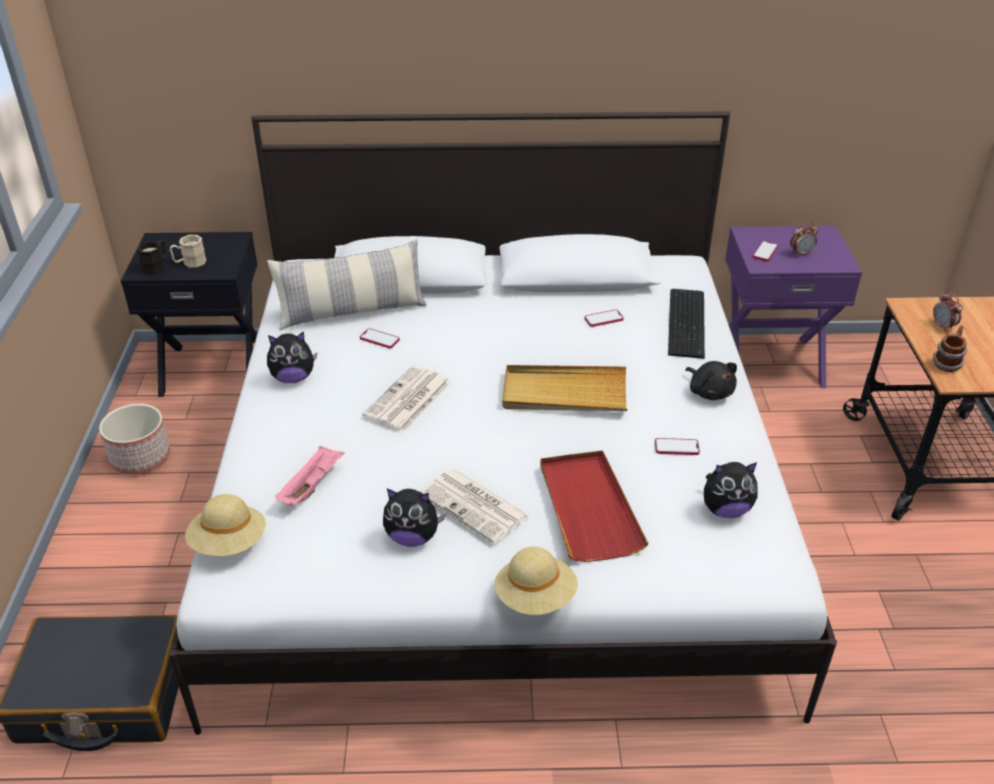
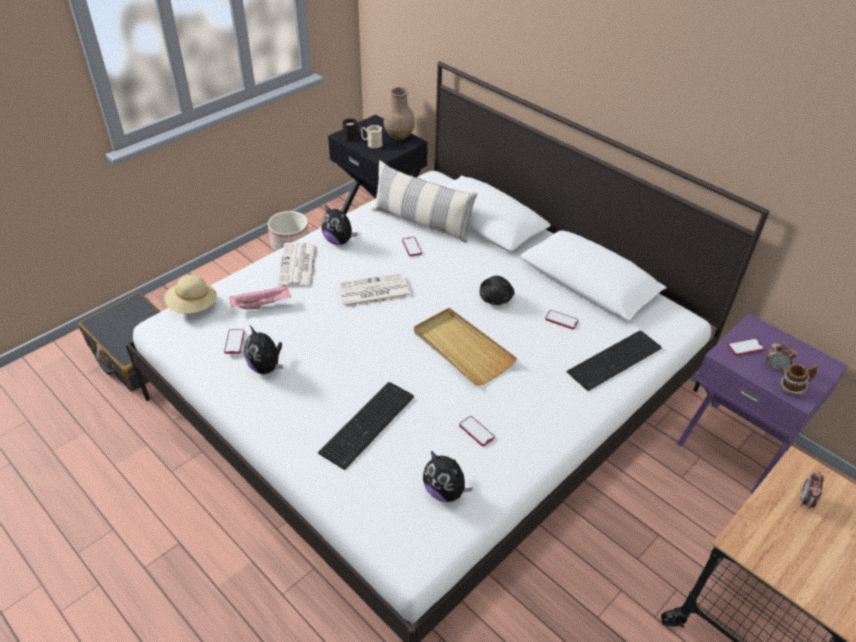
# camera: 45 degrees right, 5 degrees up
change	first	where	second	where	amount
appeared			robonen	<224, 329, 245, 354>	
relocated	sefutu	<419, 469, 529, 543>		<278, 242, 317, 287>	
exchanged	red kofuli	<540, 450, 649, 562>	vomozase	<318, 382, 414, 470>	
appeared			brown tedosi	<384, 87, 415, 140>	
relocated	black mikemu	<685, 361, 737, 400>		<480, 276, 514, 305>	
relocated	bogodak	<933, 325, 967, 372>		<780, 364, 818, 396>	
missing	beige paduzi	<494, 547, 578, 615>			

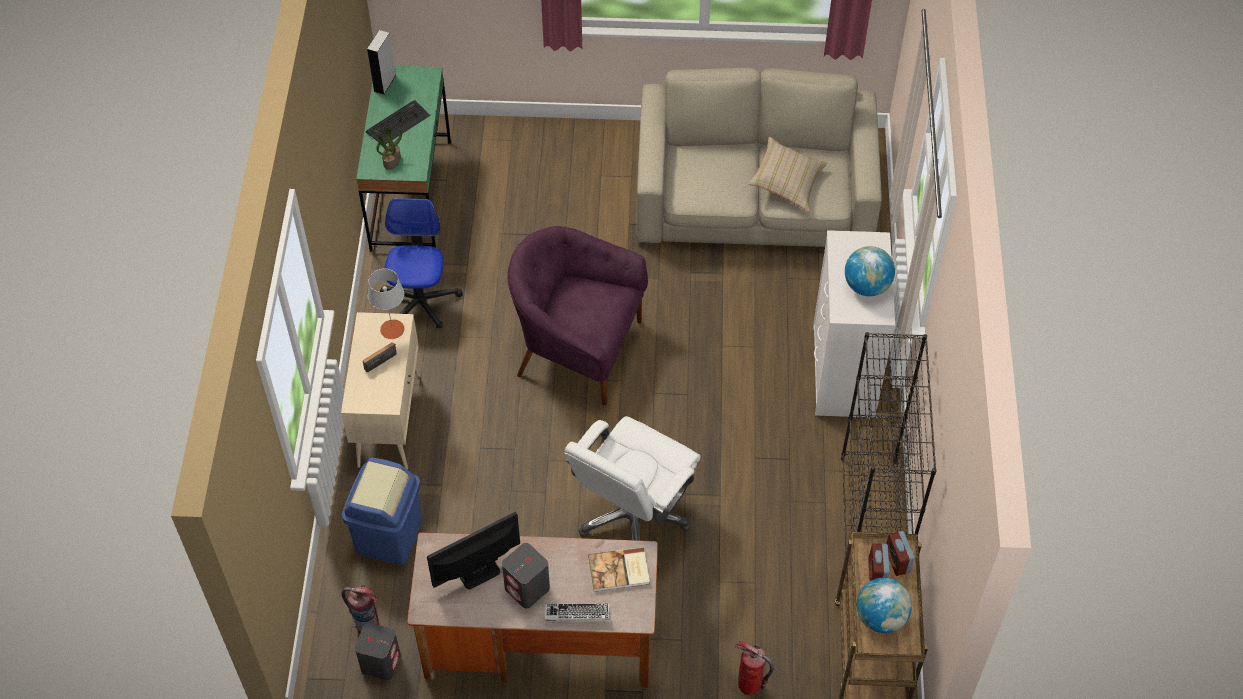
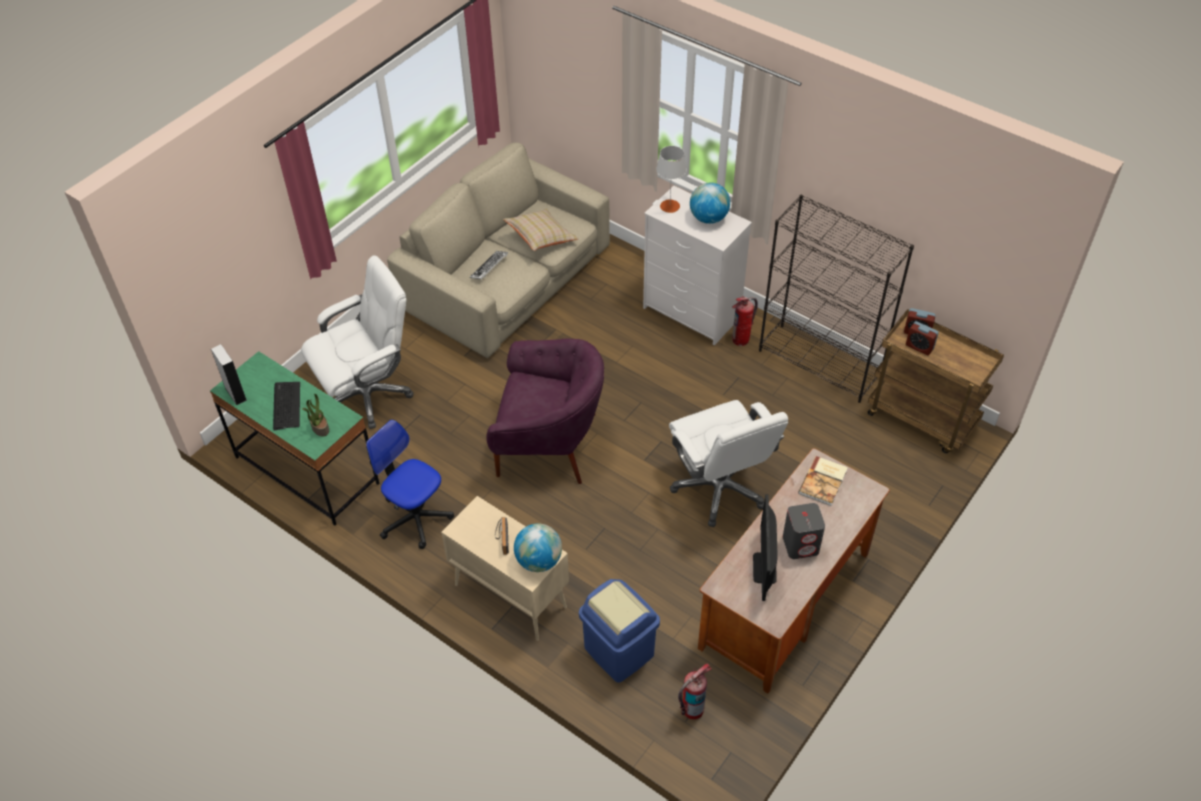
# camera: 55 degrees left, 5 degrees down
change	first	where	second	where	amount
appeared			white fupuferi	<301, 255, 414, 429>	
relocated	vomozase	<545, 603, 609, 623>		<470, 251, 508, 279>	
spun	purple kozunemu	<507, 226, 648, 406>		<486, 339, 604, 484>	135 degrees counterclockwise
relocated	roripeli	<857, 578, 912, 633>		<514, 524, 562, 572>	
relocated	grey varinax	<368, 269, 404, 339>		<656, 146, 687, 213>	
relocated	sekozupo	<734, 641, 774, 695>		<732, 296, 758, 346>	
missing	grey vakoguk	<355, 623, 401, 680>			

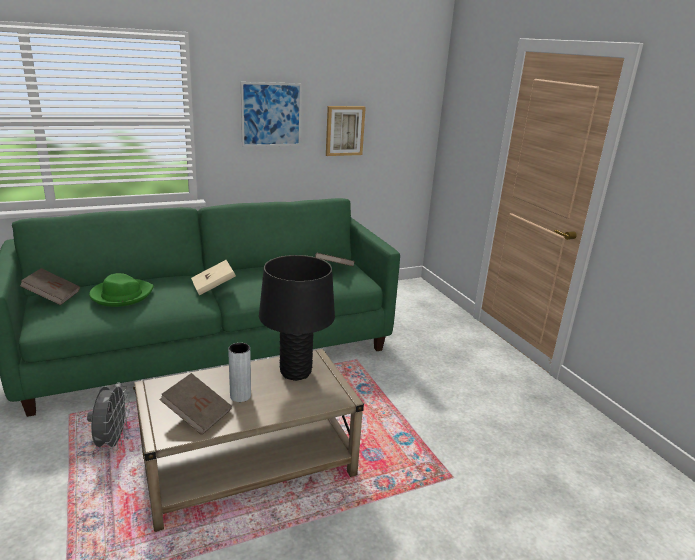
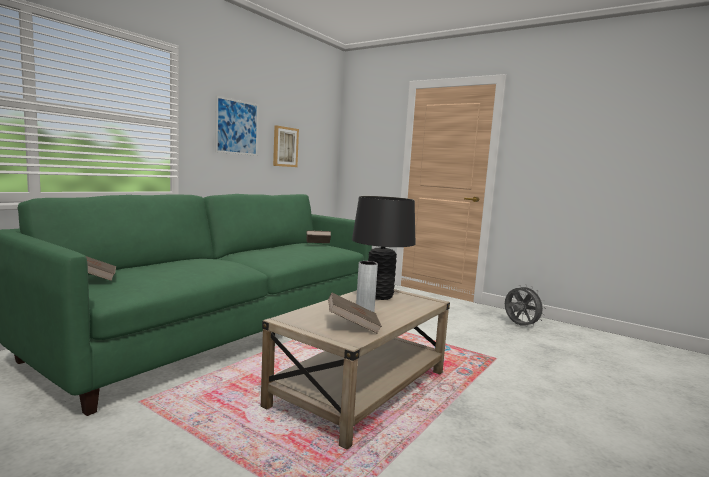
# camera: 30 degrees left, 15 degrees down
change	first	where	second	where	amount
relocated	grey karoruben	<87, 383, 130, 451>		<505, 284, 546, 327>	
missing	green paduzi	<89, 273, 154, 307>			
missing	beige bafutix	<191, 260, 236, 295>			

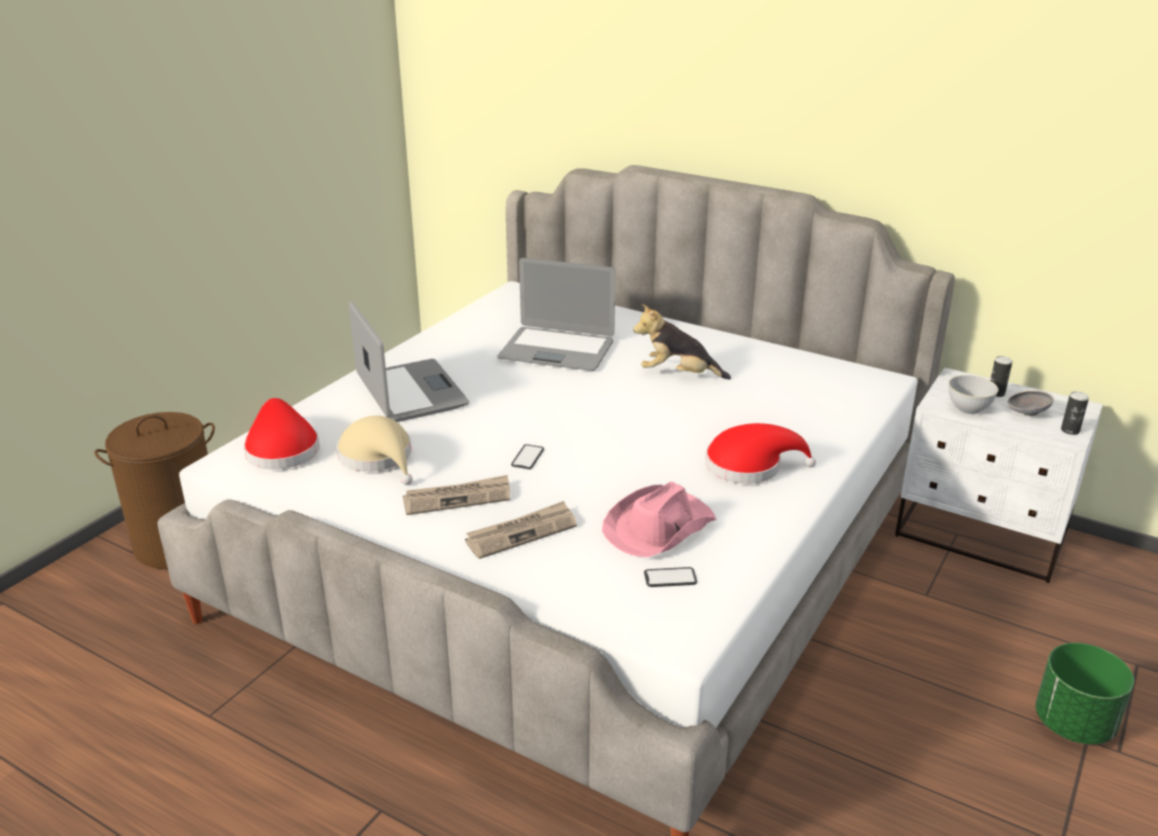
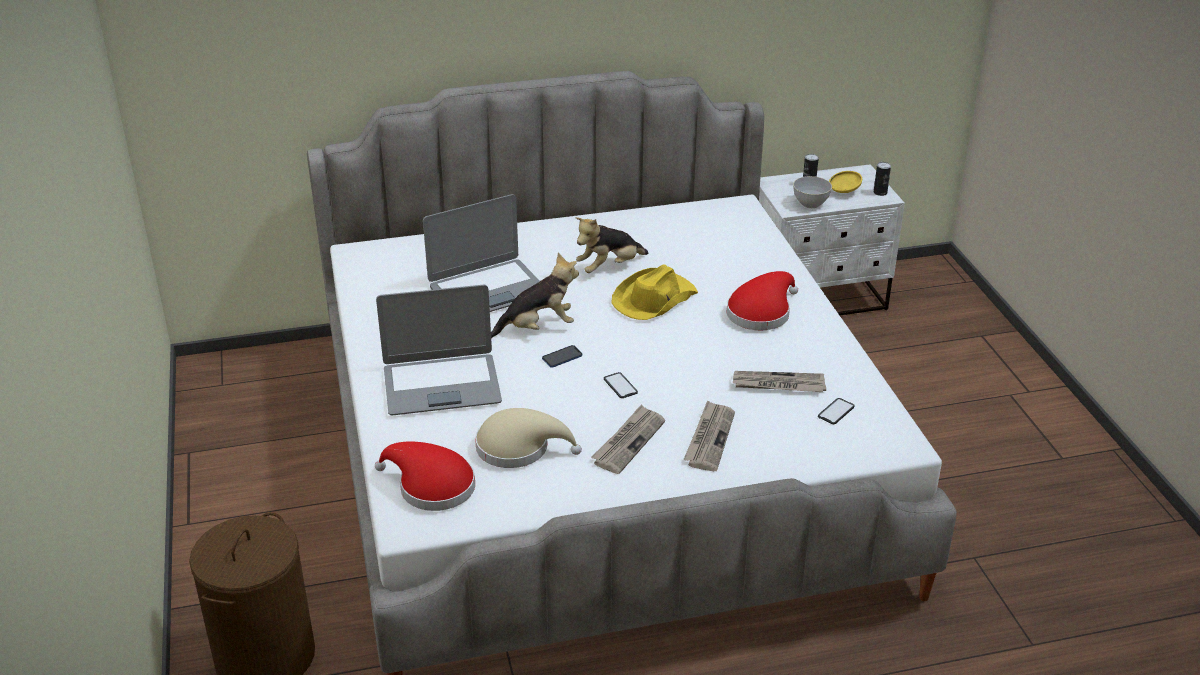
# camera: 45 degrees left, 5 degrees up
change	first	where	second	where	amount
spun	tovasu	<349, 301, 469, 422>		<376, 285, 502, 415>	150 degrees clockwise
appeared			mikemu	<491, 253, 579, 338>	
appeared			robonen	<542, 345, 582, 368>	
appeared			yellow paduzi	<611, 264, 698, 320>	
exchanged	pink paduzi	<602, 482, 716, 557>	sefutu	<733, 371, 826, 392>	
colour	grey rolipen	<1008, 391, 1054, 416>	yellow rolipen	<829, 171, 862, 193>	
missing	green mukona	<1036, 643, 1134, 745>			

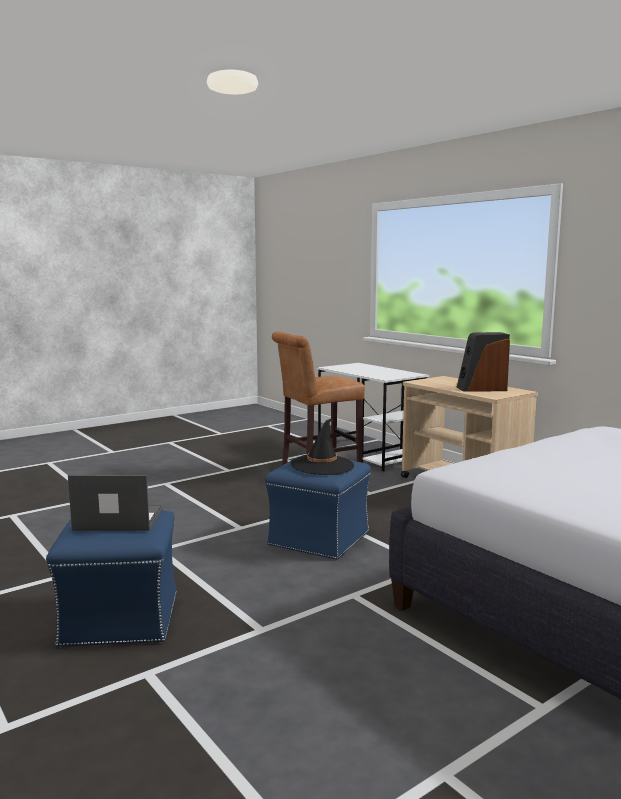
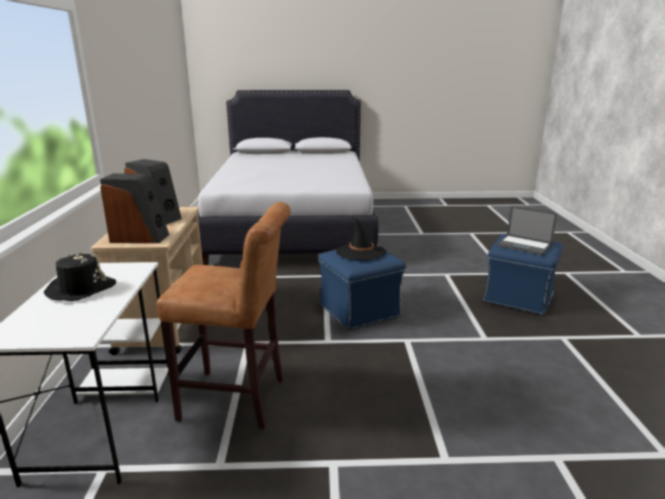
# camera: 145 degrees left, 10 degrees up
change	first	where	second	where	amount
appeared			black paduzi	<44, 252, 116, 301>	
appeared			vakoguk	<100, 173, 169, 243>	

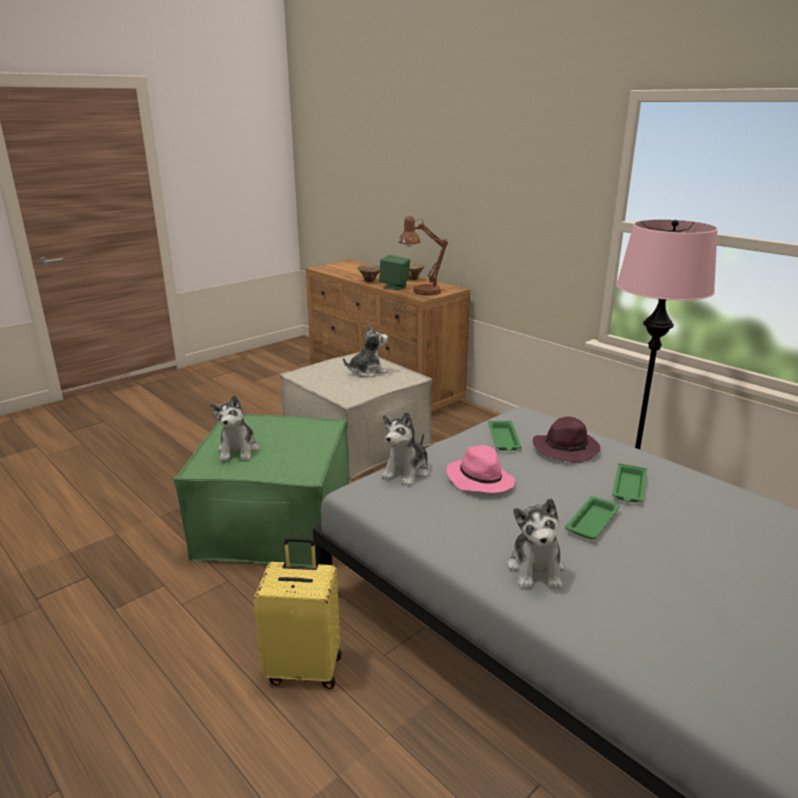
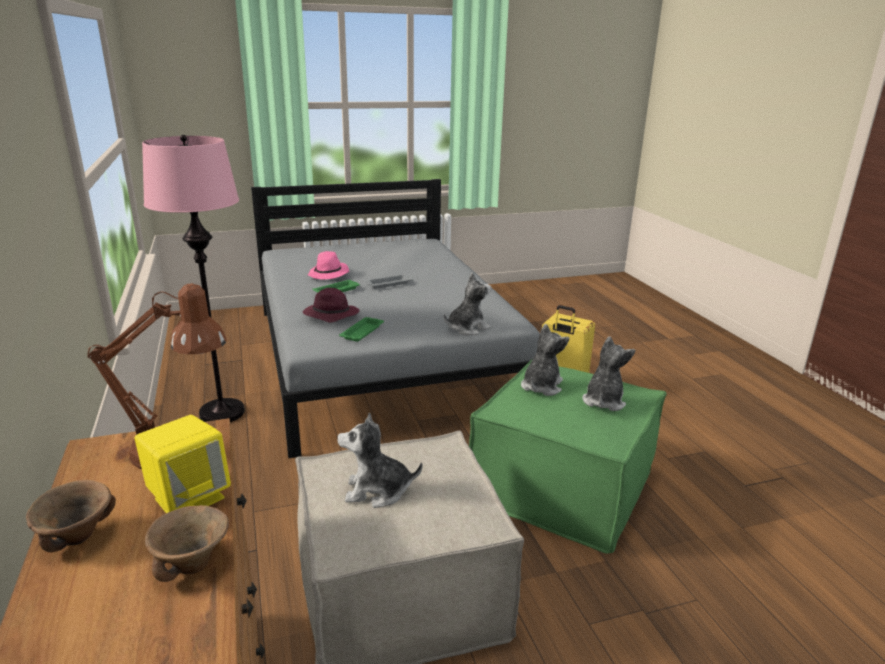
# camera: 155 degrees left, 0 degrees up
change	first	where	second	where	amount
colour	green vakoguk	<379, 255, 410, 290>	yellow vakoguk	<134, 415, 231, 513>	
relocated	pink paduzi	<446, 445, 515, 493>		<308, 251, 350, 280>	
colour	green kofuli	<565, 496, 620, 539>	grey kofuli	<366, 274, 413, 289>	
relocated	mikemu	<508, 498, 564, 589>		<521, 324, 569, 396>	

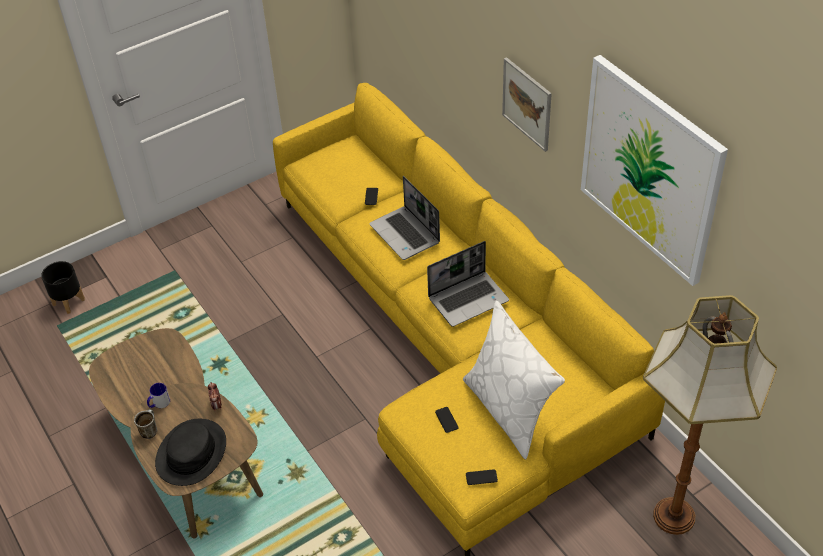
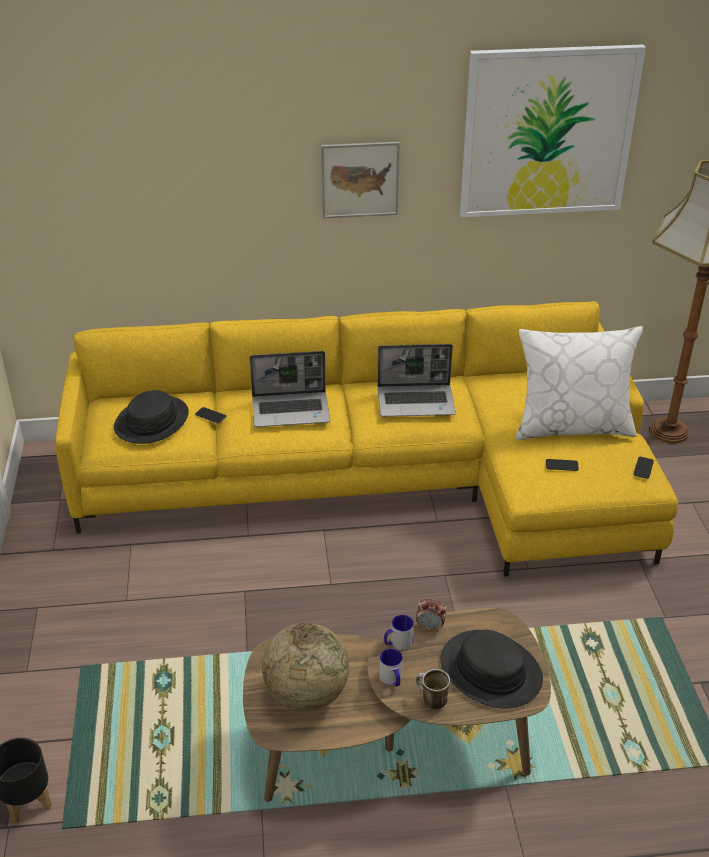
# camera: 65 degrees left, 10 degrees down
change	first	where	second	where	amount
appeared			black paduzi	<114, 390, 189, 444>	
appeared			roripeli	<262, 622, 349, 712>	
spun	tovasu	<427, 241, 509, 327>		<378, 344, 456, 417>	90 degrees clockwise
appeared			bogodak	<384, 615, 414, 650>	

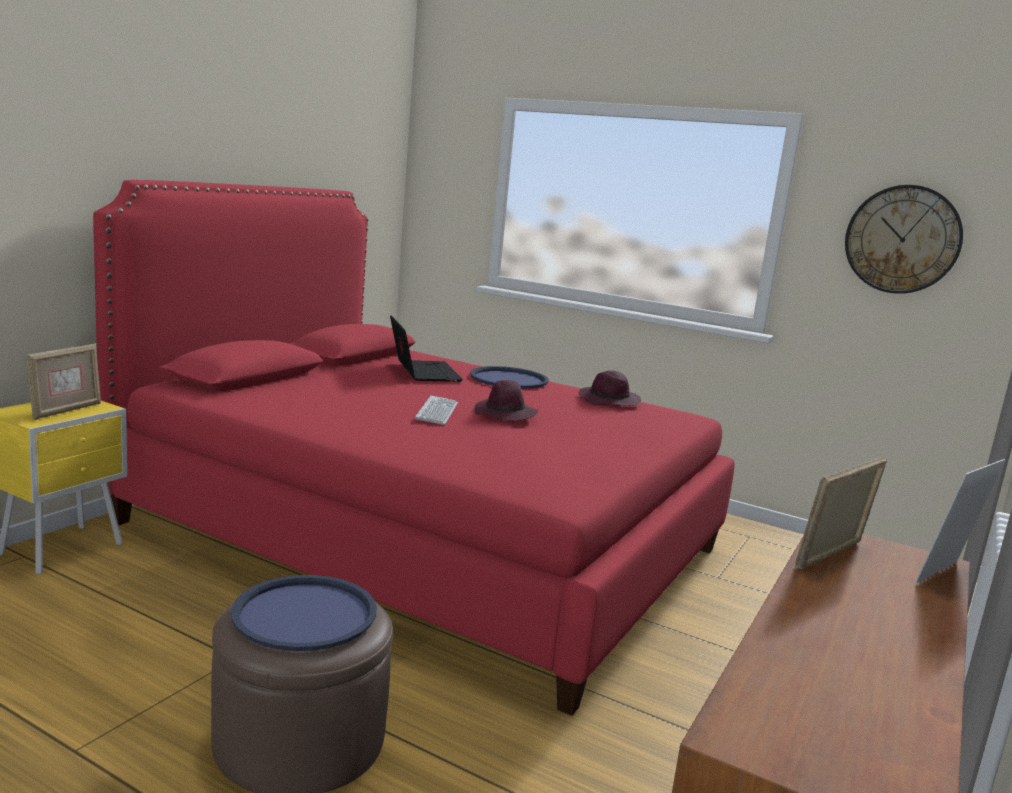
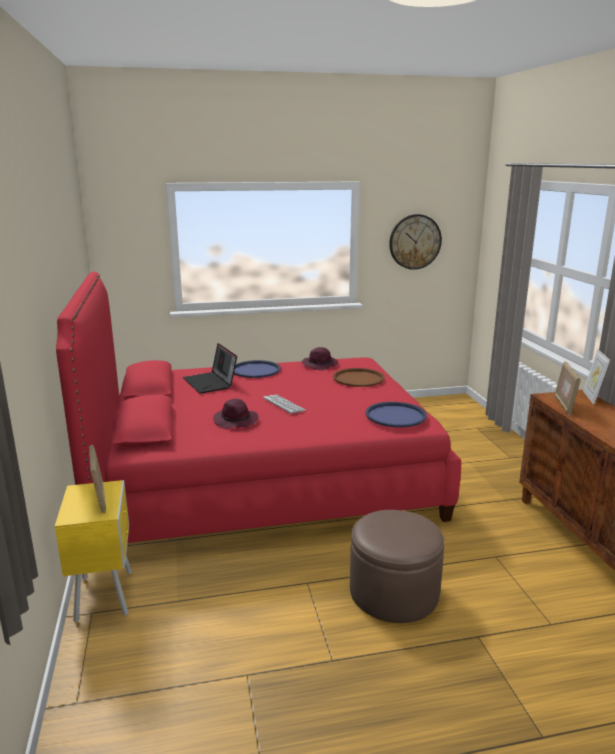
# camera: 40 degrees left, 5 degrees up
change	first	where	second	where	amount
spun	tovasu	<390, 316, 463, 382>		<183, 343, 237, 394>	150 degrees counterclockwise
relocated	purple paduzi	<474, 380, 538, 420>		<213, 399, 259, 428>	
appeared			brown kofuli	<333, 368, 385, 387>	
relocated	blue kofuli	<231, 575, 377, 651>		<366, 402, 427, 427>	

